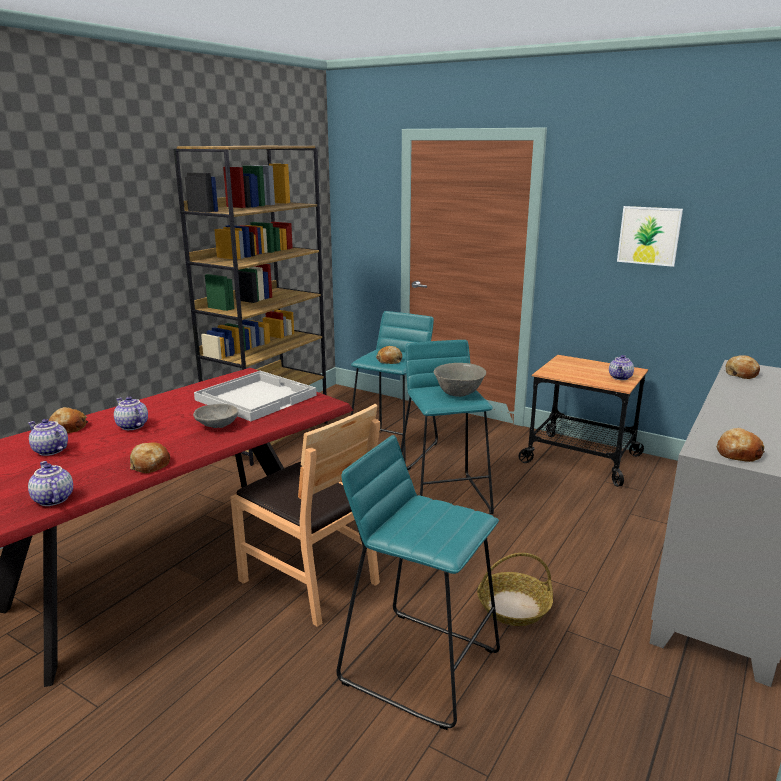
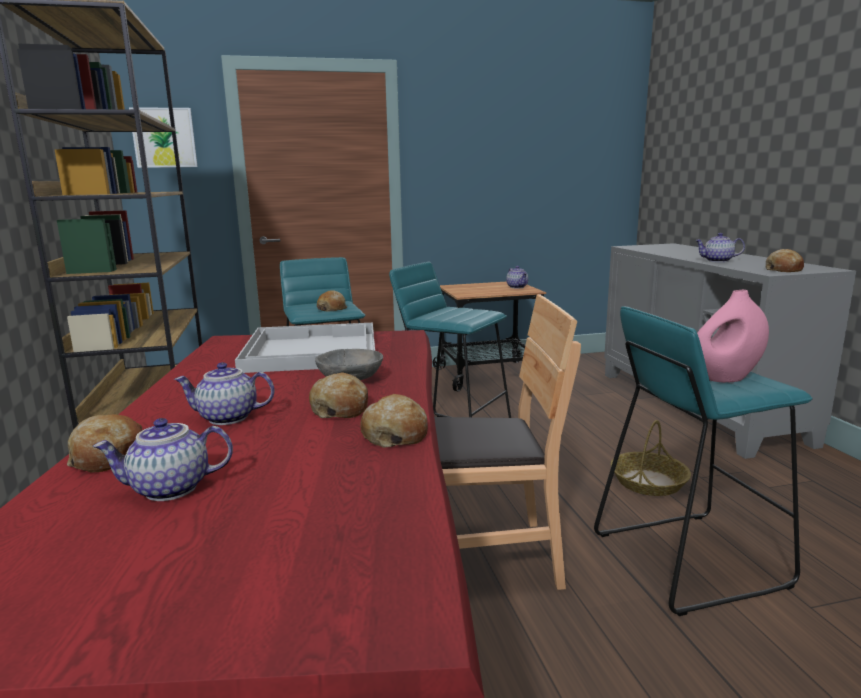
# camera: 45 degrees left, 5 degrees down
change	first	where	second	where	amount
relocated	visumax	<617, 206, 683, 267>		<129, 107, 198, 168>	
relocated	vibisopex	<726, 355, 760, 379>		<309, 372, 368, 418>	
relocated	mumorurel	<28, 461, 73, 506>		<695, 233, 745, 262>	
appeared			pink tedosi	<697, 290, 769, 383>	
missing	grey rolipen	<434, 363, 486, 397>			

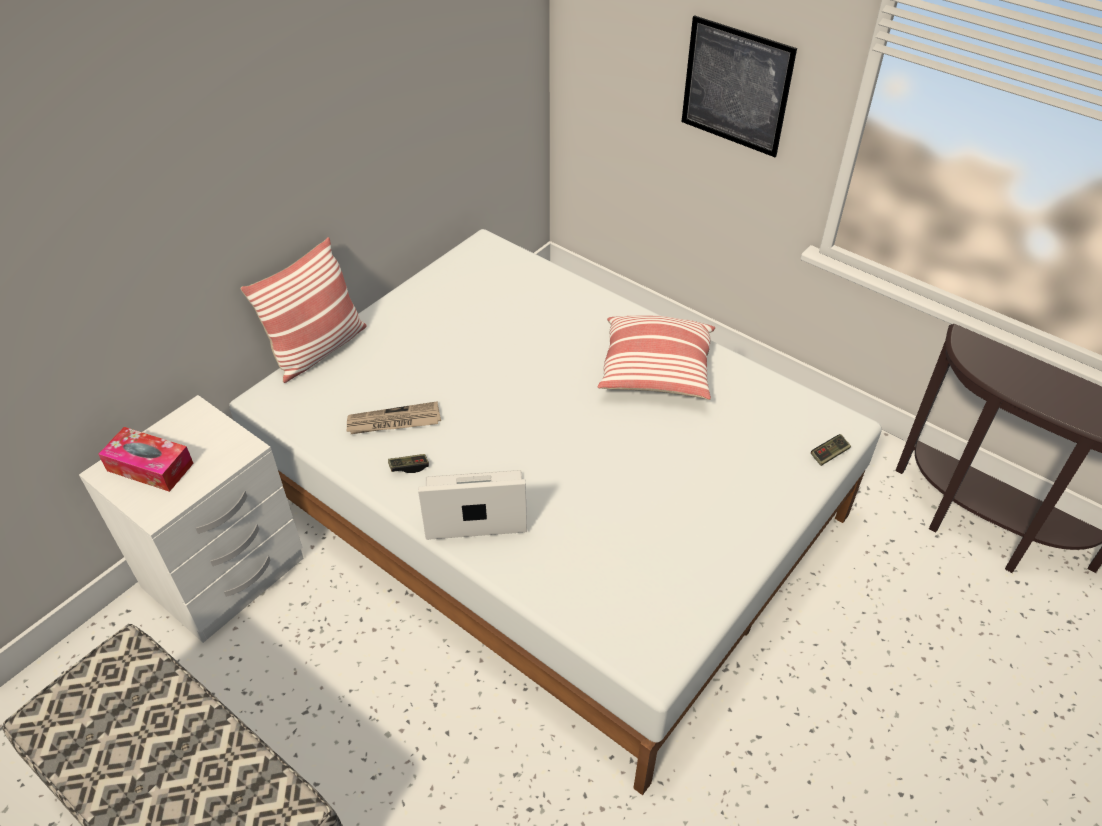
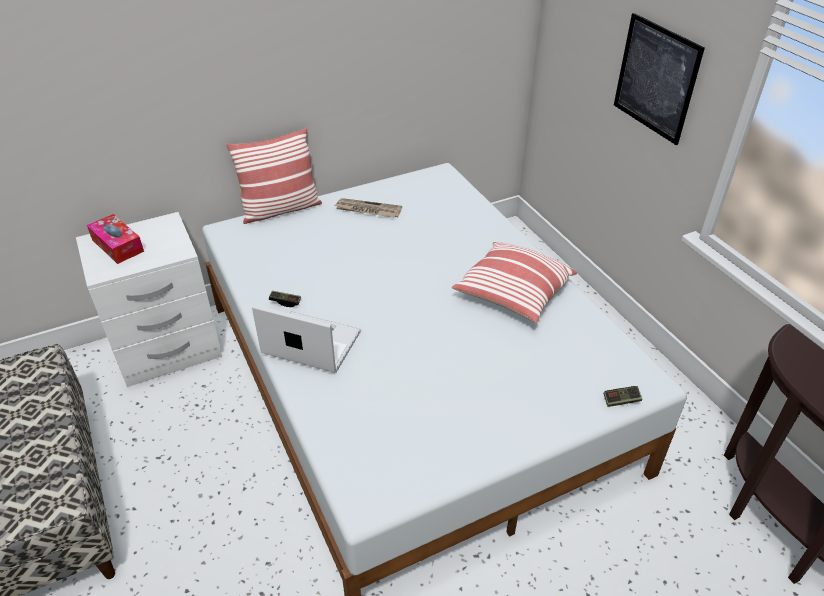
# camera: 25 degrees right, 5 degrees down
change	first	where	second	where	amount
relocated	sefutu	<346, 401, 441, 434>		<334, 198, 402, 218>	

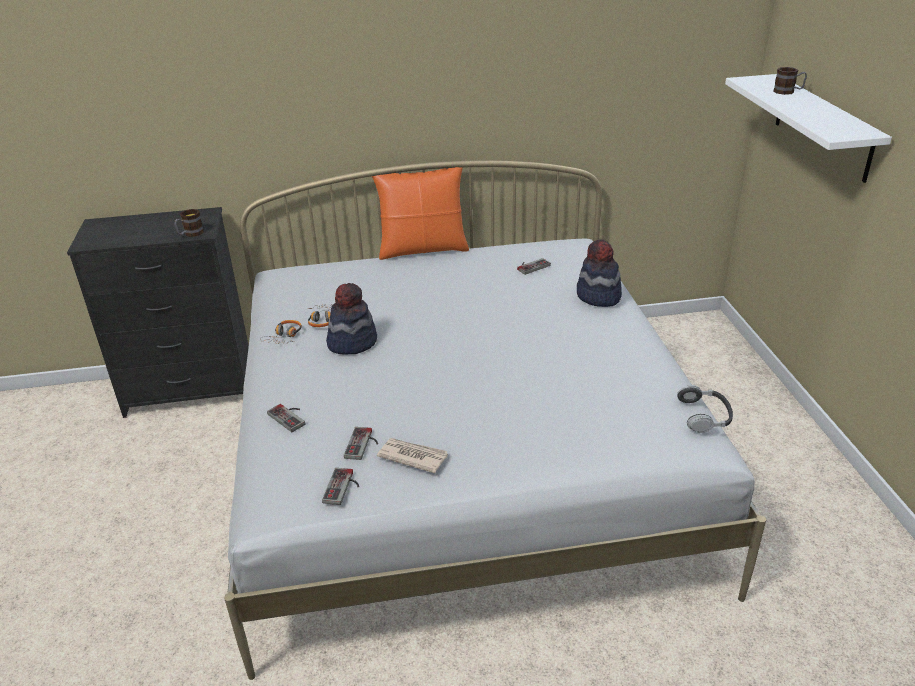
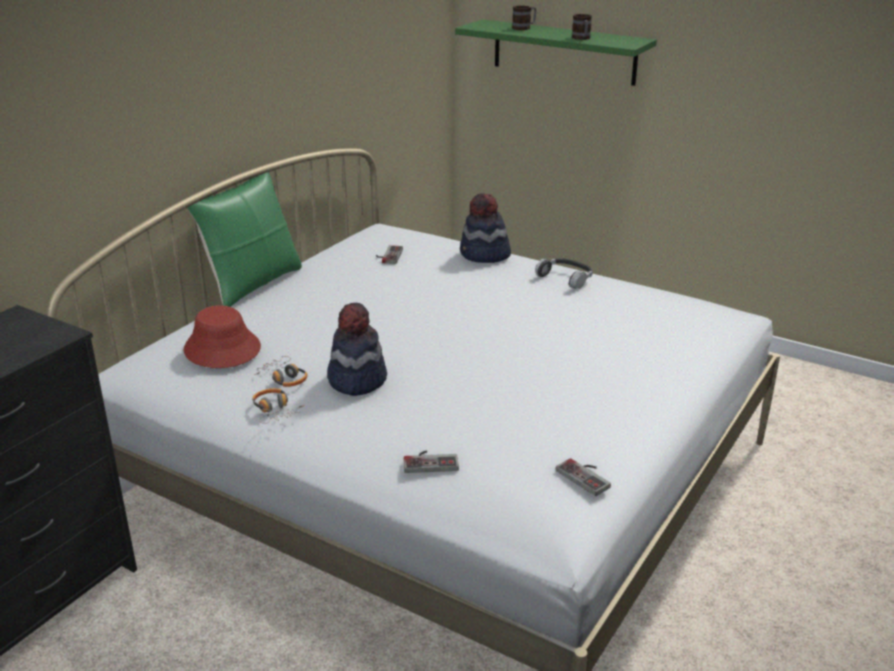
# camera: 50 degrees left, 5 degrees down
change	first	where	second	where	amount
appeared			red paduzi	<184, 305, 261, 368>	
colour	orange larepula	<372, 167, 469, 260>	green larepula	<187, 172, 302, 307>	
colour	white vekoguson	<725, 74, 892, 183>	green vekoguson	<455, 19, 657, 86>	
relocated	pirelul	<677, 385, 733, 433>		<535, 258, 593, 289>	
relocated	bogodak	<174, 209, 204, 237>		<572, 14, 592, 40>	
missing	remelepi	<344, 427, 378, 460>			
missing	sefutu	<377, 438, 448, 473>			

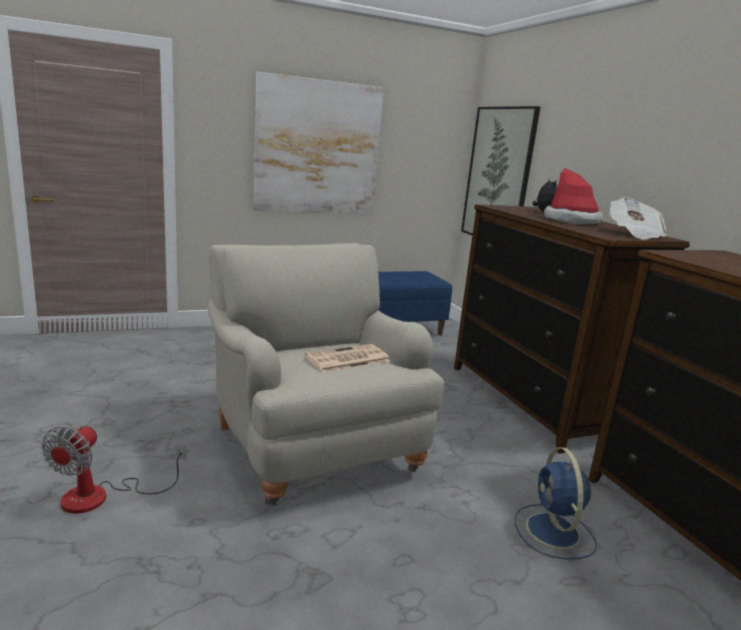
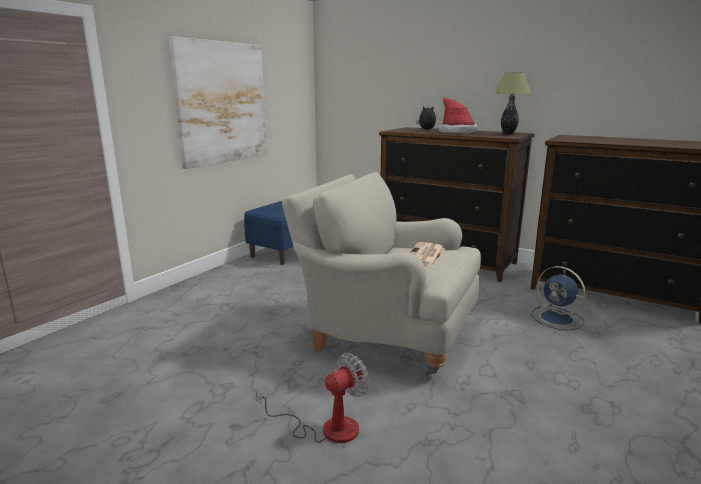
# camera: 35 degrees left, 0 degrees up
change	first	where	second	where	amount
spun	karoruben	<41, 424, 186, 514>		<256, 353, 369, 443>	105 degrees counterclockwise
exchanged	sefutu	<610, 197, 667, 240>	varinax	<494, 72, 532, 135>	
missing	visumax	<461, 106, 540, 236>			

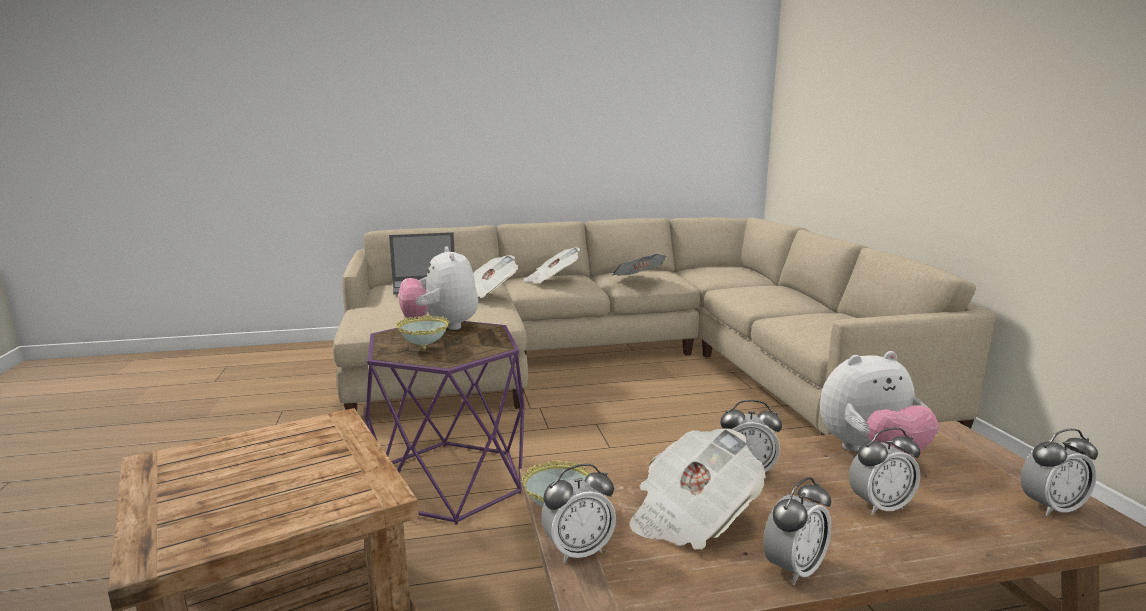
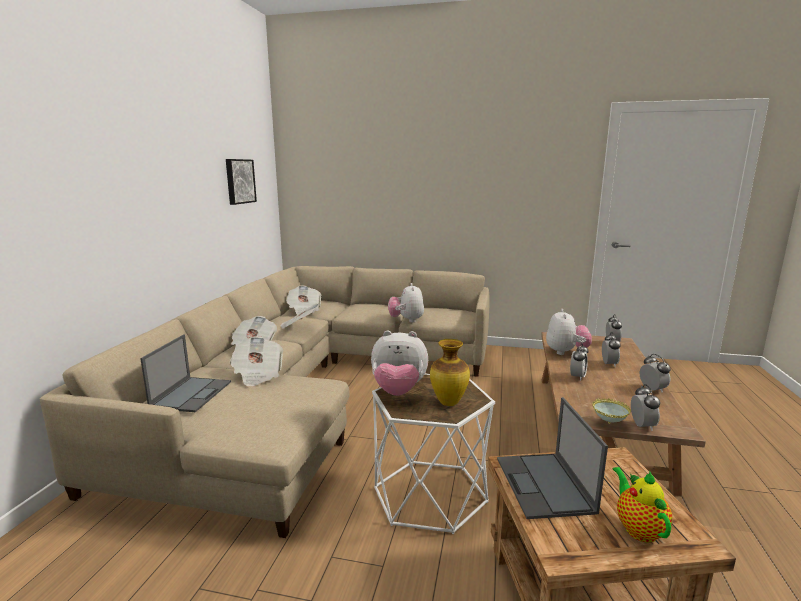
# camera: 65 degrees left, 0 degrees up
change	first	where	second	where	amount
appeared			visumax	<226, 159, 257, 205>	
relocated	sefutu	<629, 428, 765, 550>		<286, 286, 322, 315>	
colour	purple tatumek	<365, 321, 525, 524>	white tatumek	<372, 374, 495, 534>	
appeared			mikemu	<388, 283, 424, 322>	
exchanged	rolipen	<396, 315, 449, 350>	tedosi	<430, 339, 470, 406>	
appeared			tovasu	<497, 397, 608, 519>	
appeared			mumorurel	<613, 467, 672, 543>	

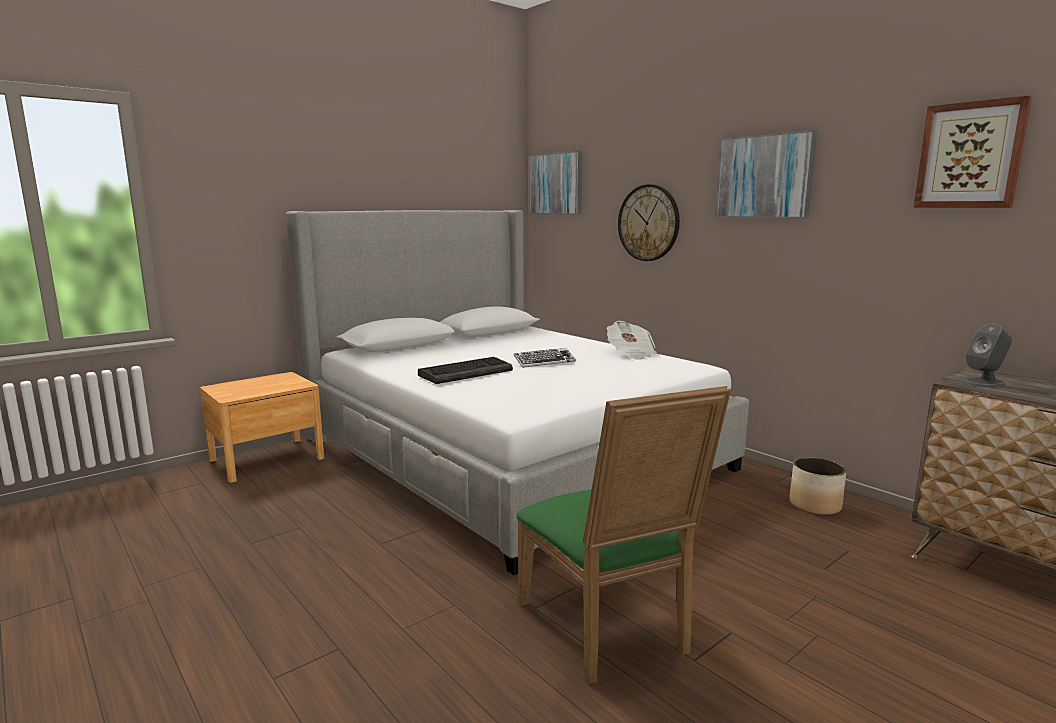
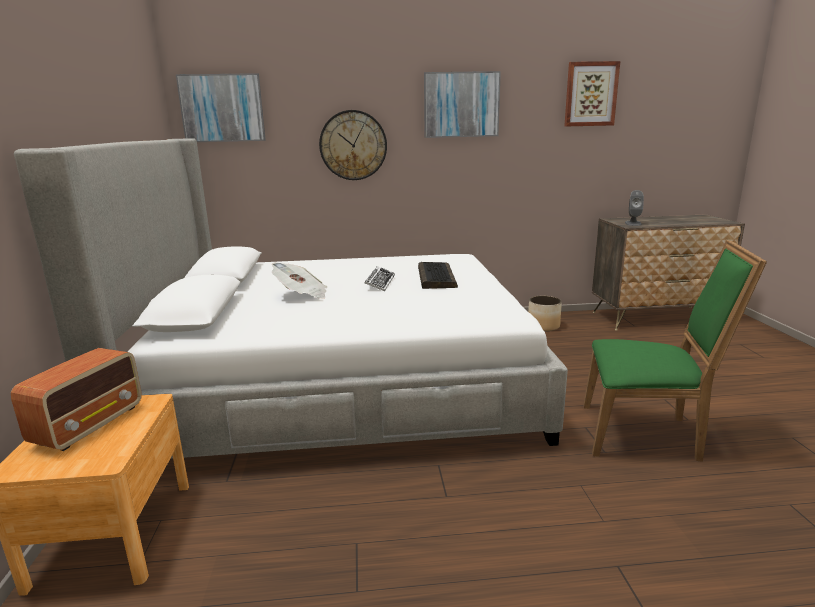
# camera: 55 degrees left, 5 degrees up
change	first	where	second	where	amount
appeared			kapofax	<11, 348, 142, 451>	
relocated	sefutu	<607, 321, 657, 360>		<272, 262, 327, 299>	
relocated	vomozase	<418, 357, 513, 384>		<418, 262, 458, 289>	

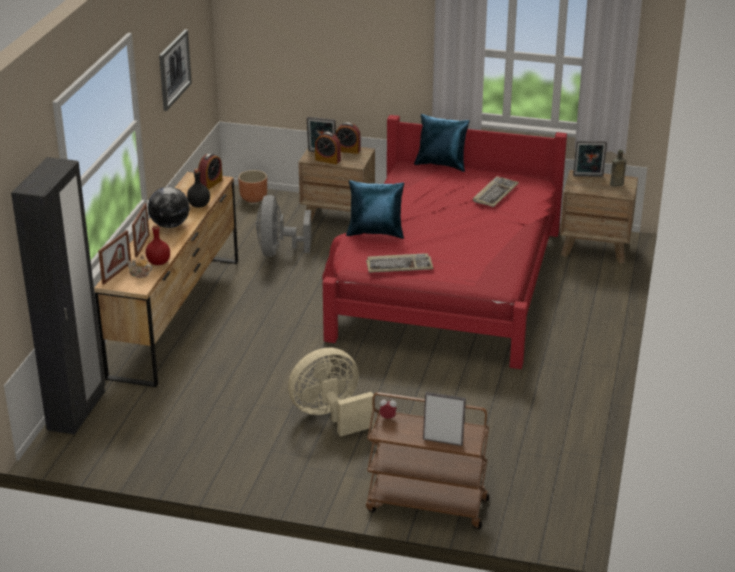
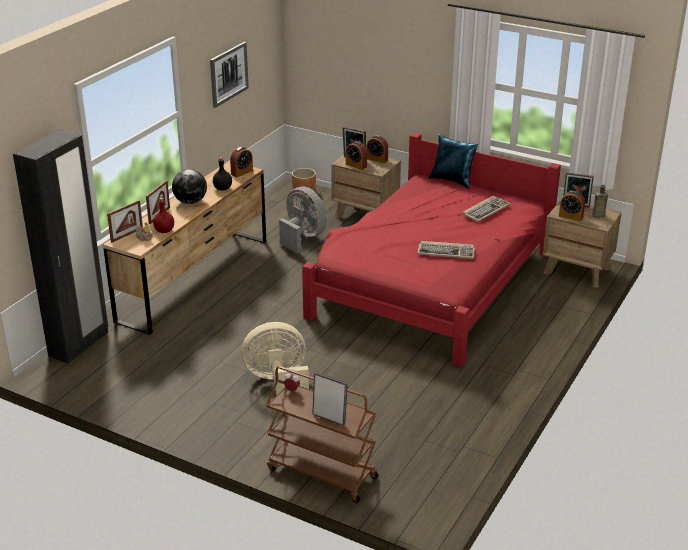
# camera: 15 degrees right, 0 degrees up
change	first	where	second	where	amount
spun	grey karoruben	<256, 195, 312, 257>		<279, 187, 327, 253>	120 degrees clockwise
relocated	vomozase	<366, 253, 433, 273>		<417, 241, 475, 259>	
appeared			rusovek	<559, 191, 585, 221>	
missing	blue larepula	<346, 180, 404, 239>			

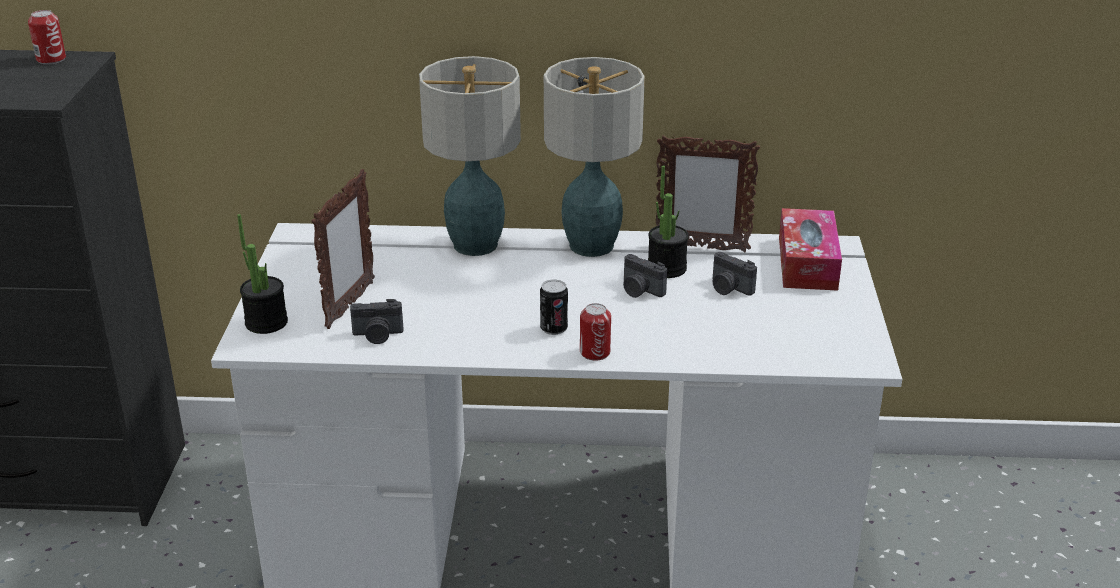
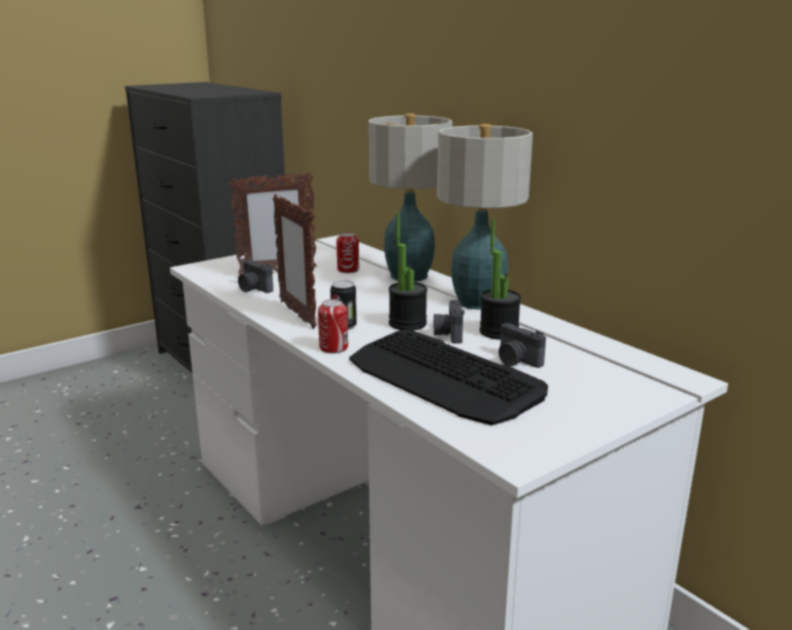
# camera: 50 degrees right, 10 degrees down
change	first	where	second	where	amount
relocated	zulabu	<656, 135, 760, 252>		<273, 194, 317, 329>	
relocated	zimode	<28, 10, 66, 64>		<336, 232, 359, 273>	
appeared			vomozase	<349, 329, 548, 426>	
relocated	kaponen	<237, 214, 288, 334>		<389, 212, 427, 330>	
spun	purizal	<713, 252, 757, 296>		<498, 323, 546, 368>	45 degrees counterclockwise
missing	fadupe	<779, 208, 842, 291>			

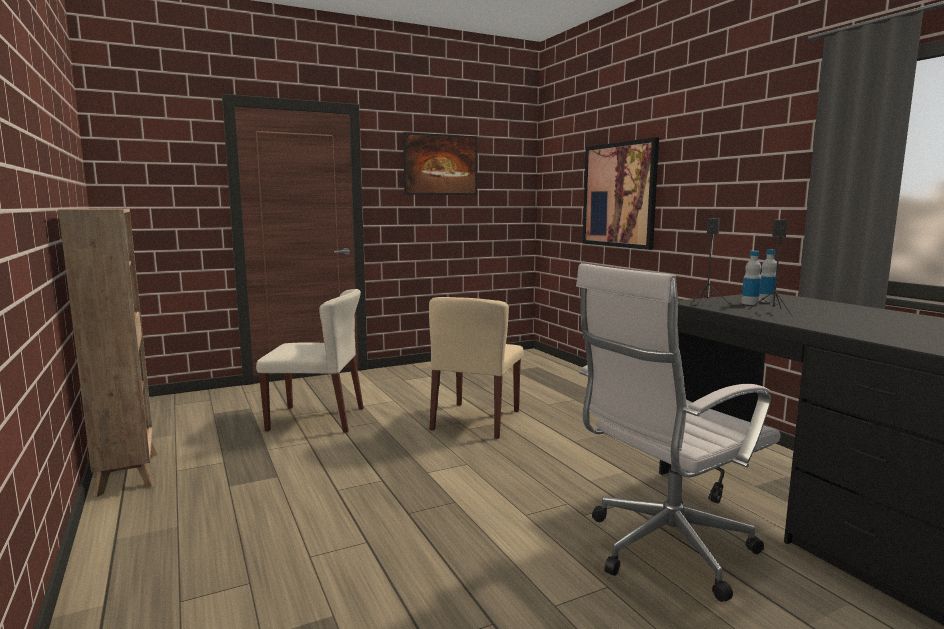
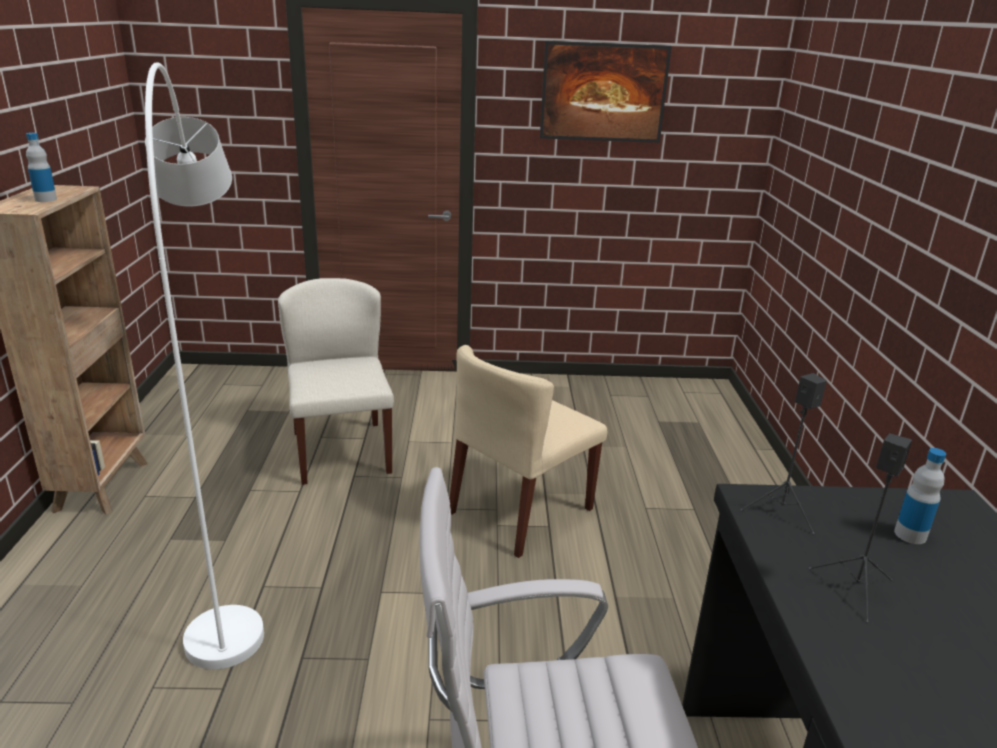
# camera: 25 degrees right, 15 degrees up
change	first	where	second	where	amount
relocated	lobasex	<742, 251, 761, 305>		<26, 133, 57, 202>	
appeared			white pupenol	<145, 62, 264, 669>	
spun	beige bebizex	<256, 289, 364, 433>		<278, 278, 394, 485>	135 degrees counterclockwise
missing	visumax	<583, 137, 659, 250>			

